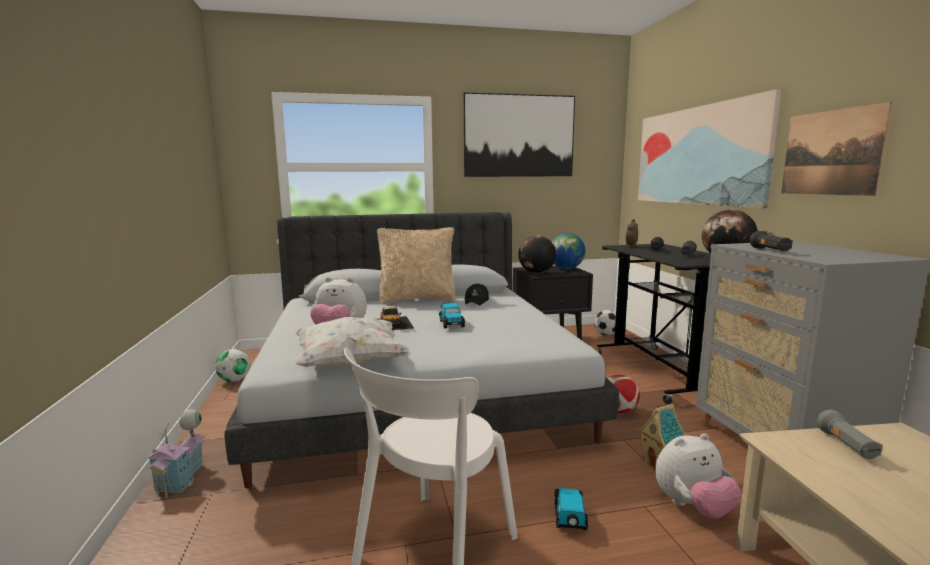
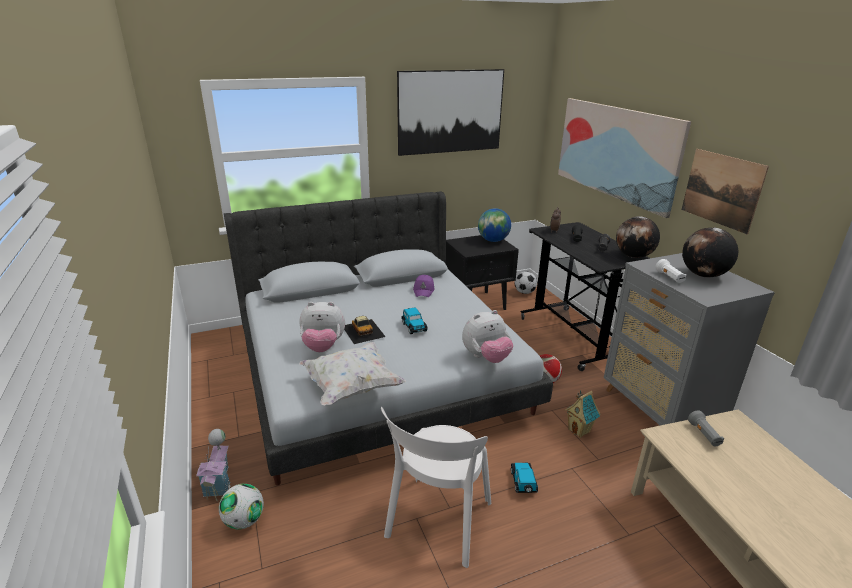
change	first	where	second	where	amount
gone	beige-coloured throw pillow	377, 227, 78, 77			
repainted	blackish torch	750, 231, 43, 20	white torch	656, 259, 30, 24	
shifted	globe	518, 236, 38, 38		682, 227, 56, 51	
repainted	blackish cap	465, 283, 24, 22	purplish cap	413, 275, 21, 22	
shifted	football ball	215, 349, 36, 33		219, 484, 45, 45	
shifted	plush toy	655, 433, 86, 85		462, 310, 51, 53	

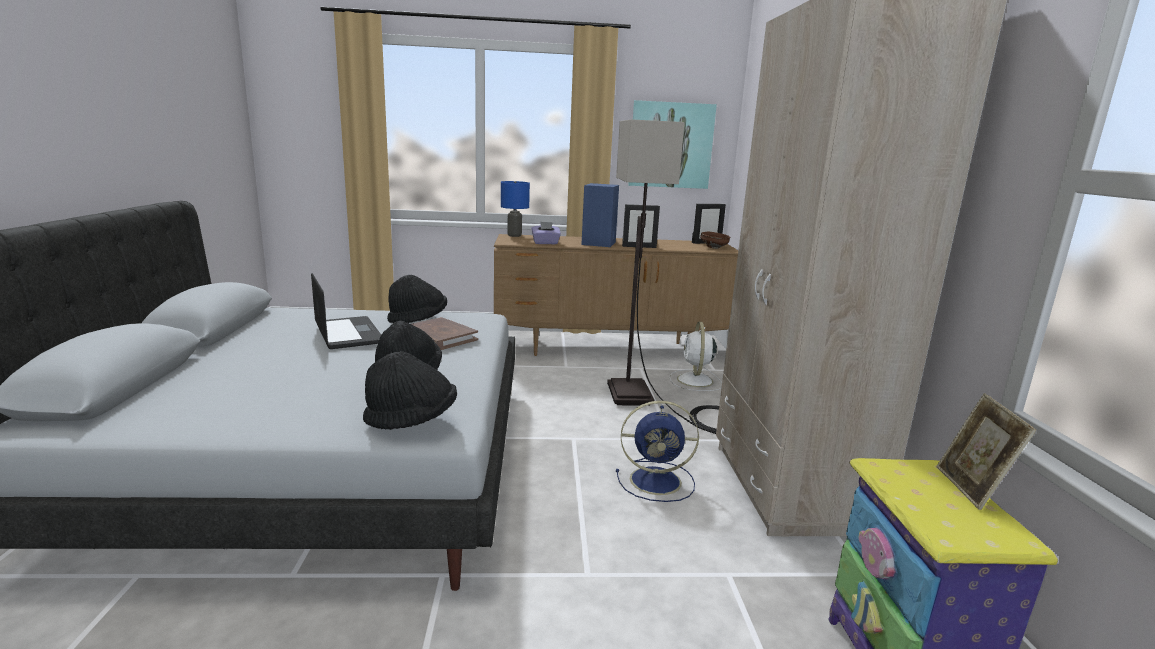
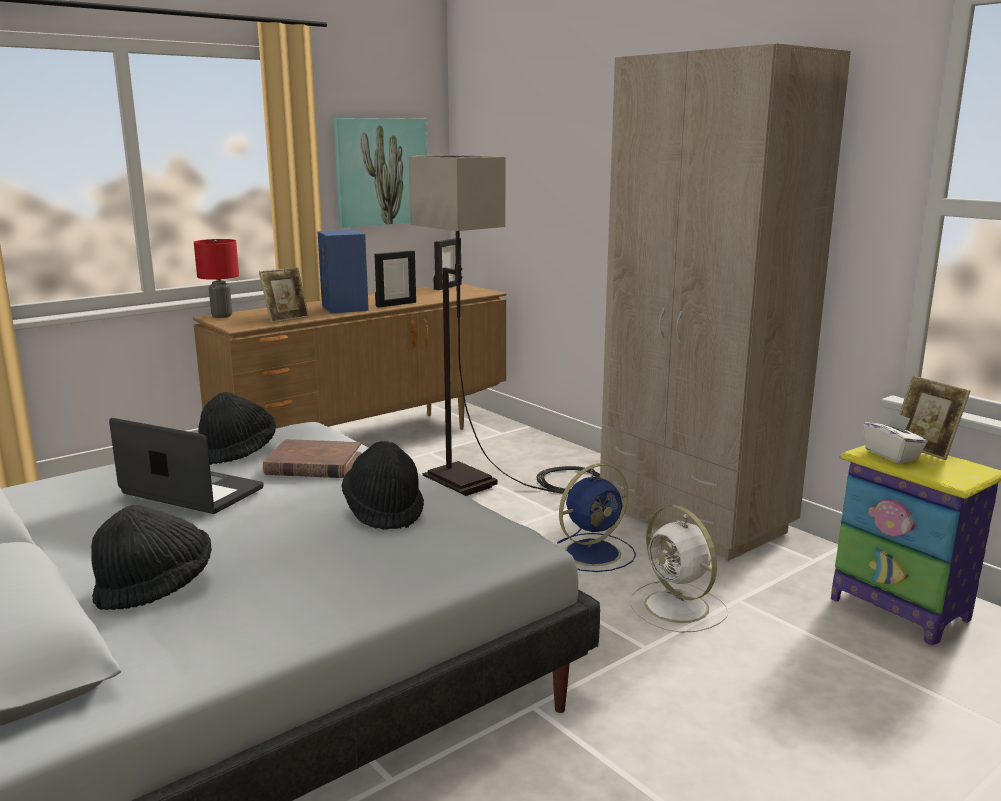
change	first	where	second	where	amount
repainted	blue table lamp	501, 181, 29, 56	reddish table lamp	194, 239, 45, 79	
swapped	purplish tissue box	531, 222, 30, 22	picture frame	259, 268, 50, 55	
gone	brown bowl	700, 232, 30, 17			
shifted	white electric fan	670, 322, 52, 69		630, 505, 99, 128	
shifted	blackish hat	363, 351, 94, 79		91, 505, 121, 105	
new			white tissue box	863, 412, 64, 51	

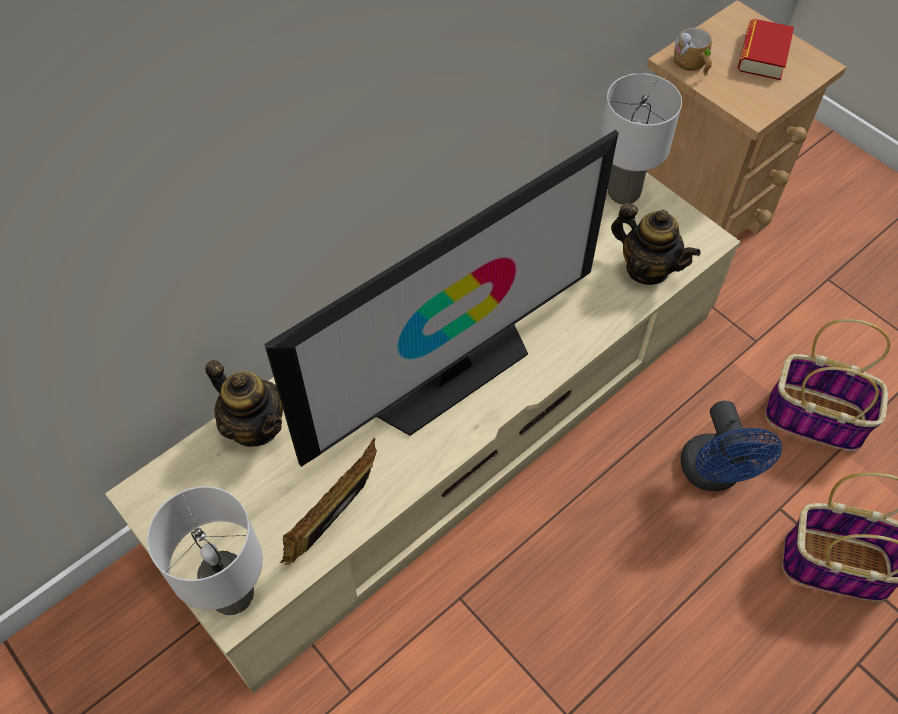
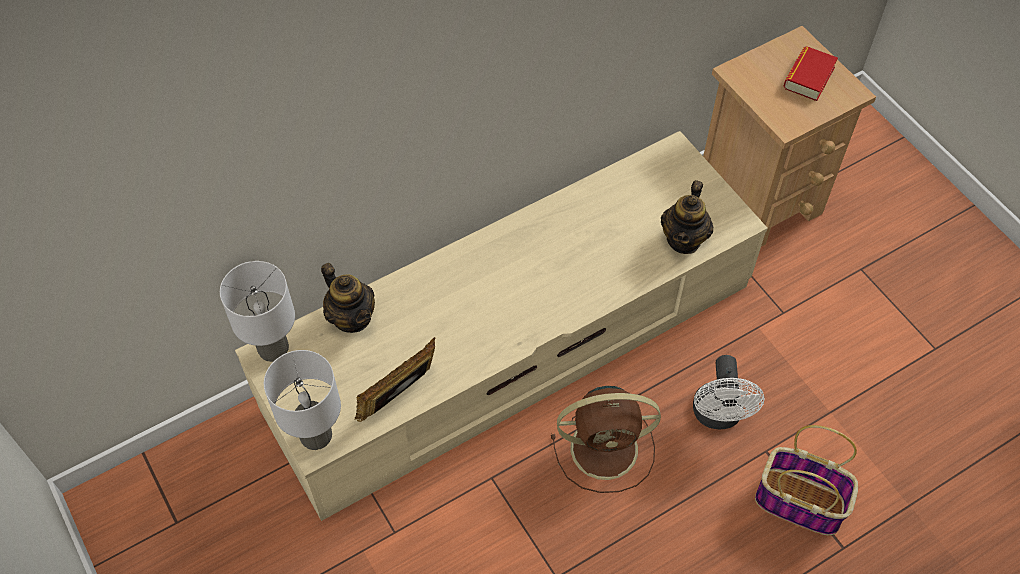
change	first	where	second	where	amount
gone	coffee mug	674, 28, 38, 48			
shifted	white table lamp	599, 73, 83, 132		220, 261, 75, 101	
gone	TV set	264, 130, 355, 337			
rotated	pot for tea	611, 203, 90, 82		661, 180, 52, 74	60 degrees clockwise
gone	household basket	765, 319, 125, 132			
repainted	blue electric fan	680, 401, 102, 90	white electric fan	693, 355, 71, 74	
new			brown electric fan	551, 386, 110, 107	

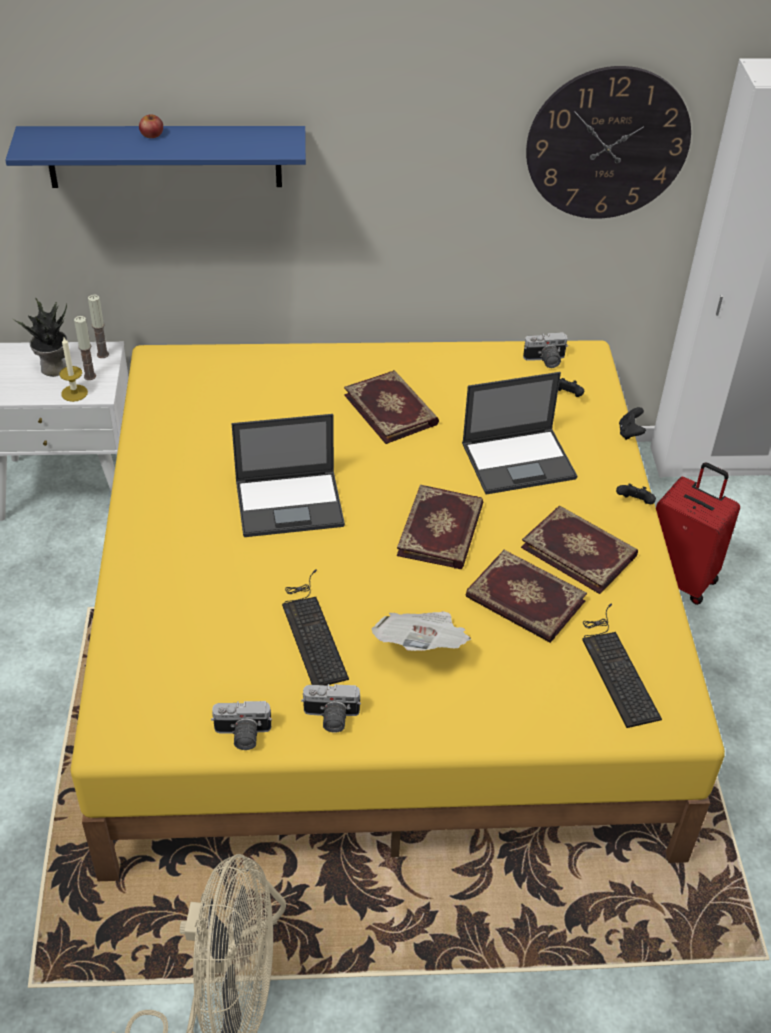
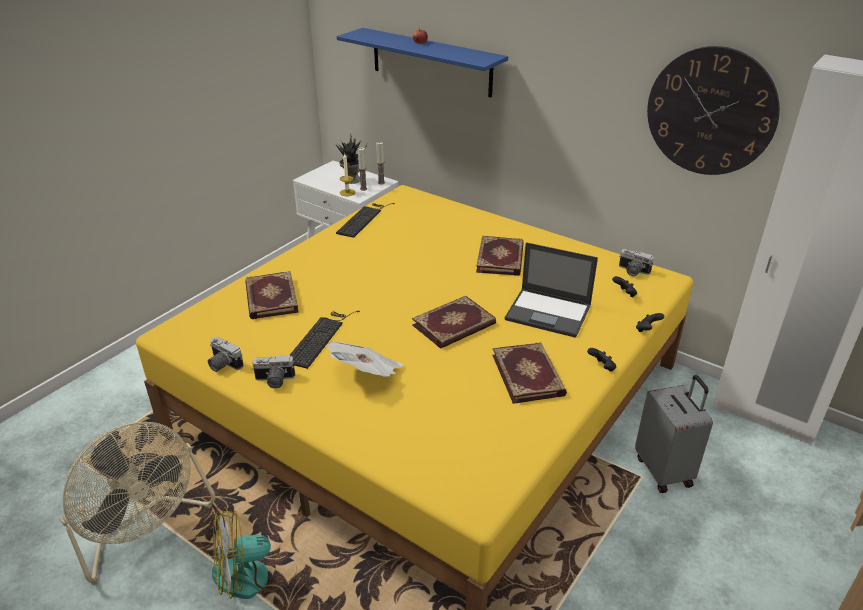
change	first	where	second	where	amount
gone	laptop	232, 414, 113, 123			
repainted	reddish suitcase	656, 462, 84, 143	grey suitcase	635, 375, 78, 118	
shifted	bound book	466, 550, 121, 93		245, 271, 54, 48	
shifted	keyboard	582, 603, 80, 125		336, 203, 59, 35	
rotated	still camera	301, 684, 60, 49		252, 355, 43, 34	45 degrees counterclockwise
new			electric fan	212, 507, 85, 92	

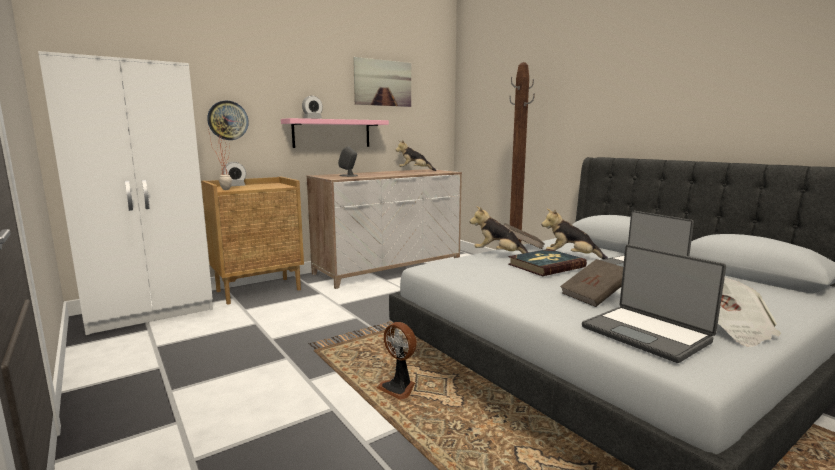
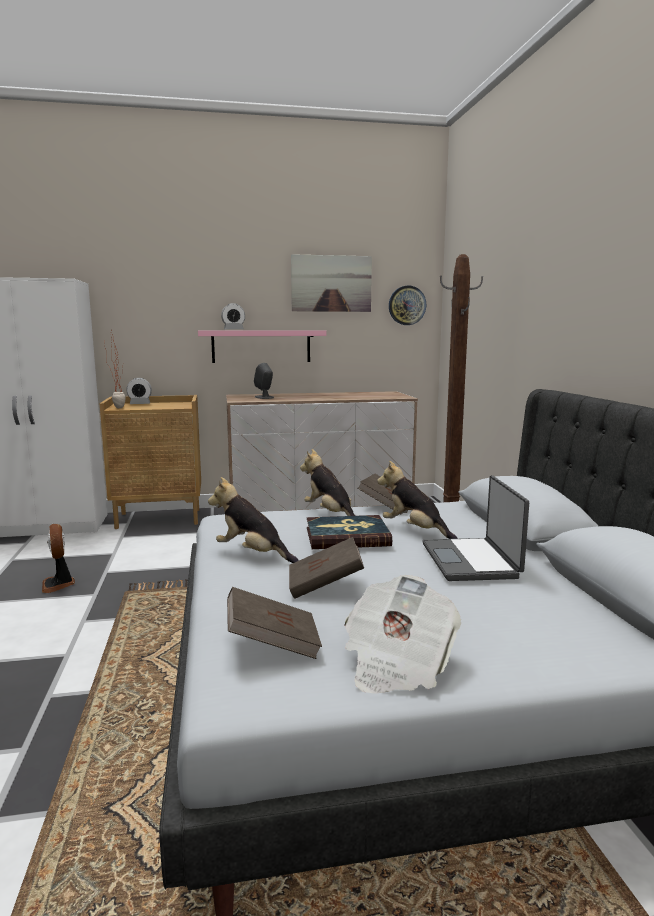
change	first	where	second	where	amount
shifted	hanging clock	207, 101, 42, 39		389, 286, 37, 39	
shifted	plush toy	396, 140, 40, 31		208, 477, 91, 86	
swapped	laptop	582, 245, 144, 118	brown bound book	227, 587, 95, 72	
shifted	electric fan	377, 322, 40, 78		42, 524, 33, 69	

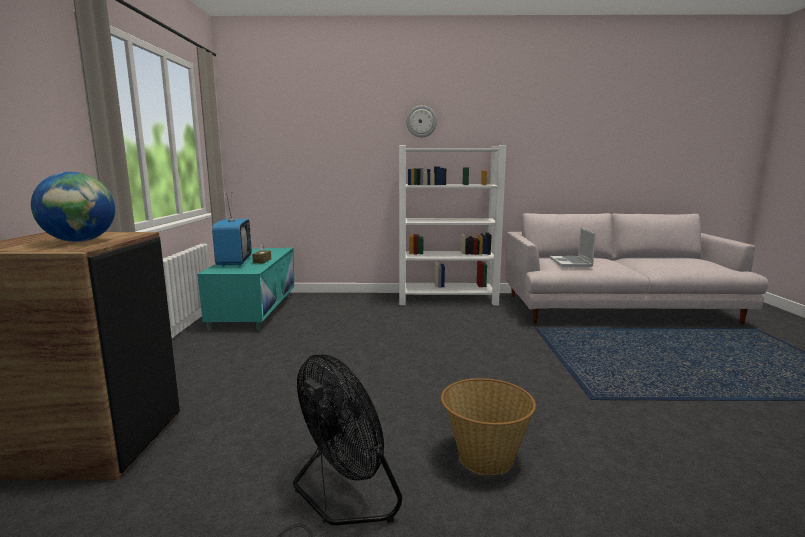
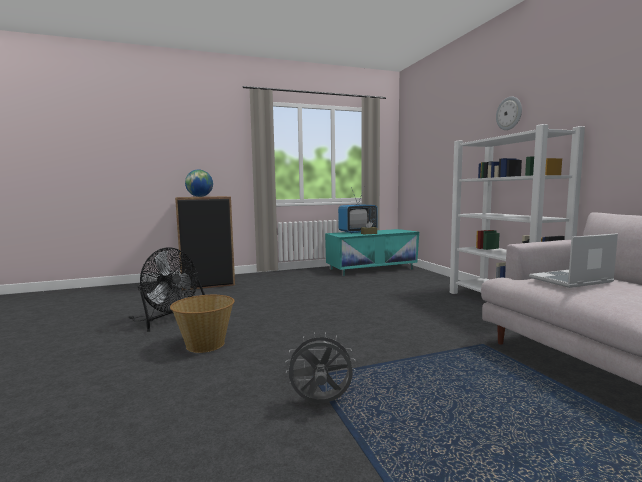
change	first	where	second	where	amount
new			grey electric fan	285, 332, 70, 71	

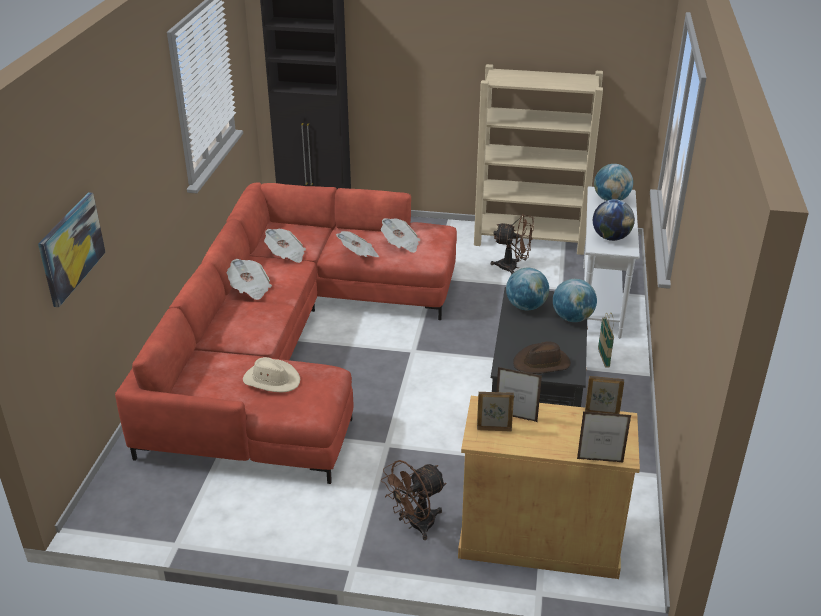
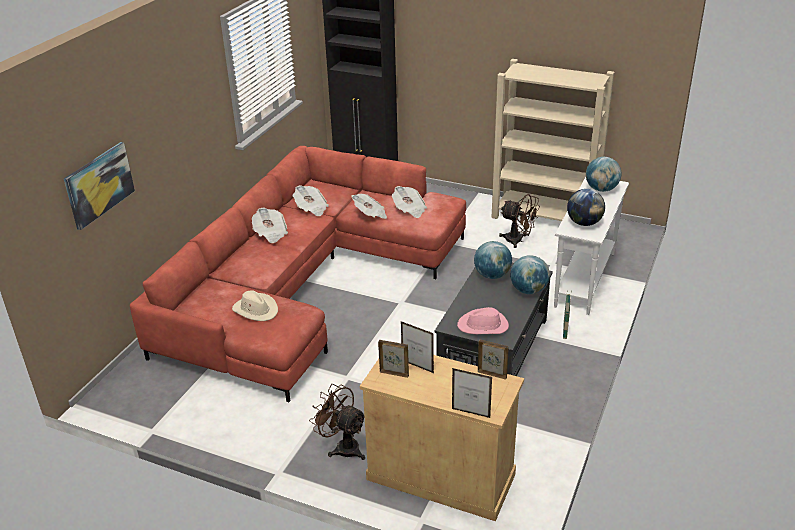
change	first	where	second	where	amount
repainted	brown hat	513, 341, 58, 33	pink-coloured hat	457, 307, 52, 27	
rotated	brown electric fan	381, 460, 66, 80		309, 384, 56, 76	60 degrees clockwise

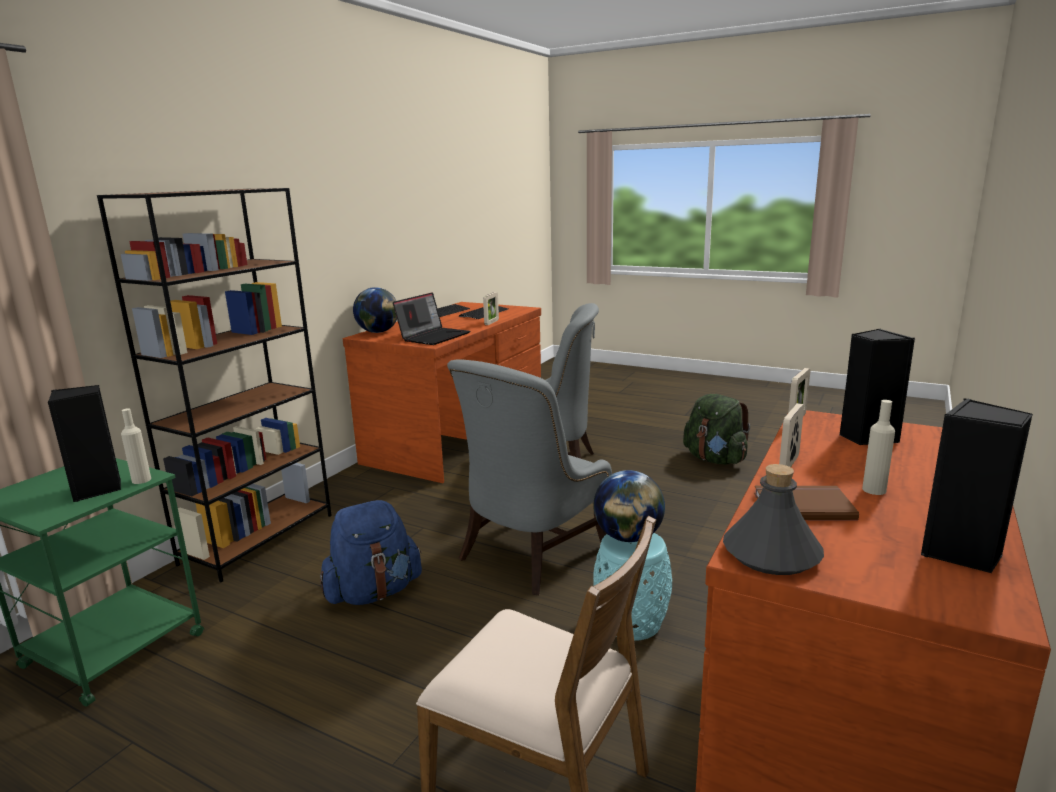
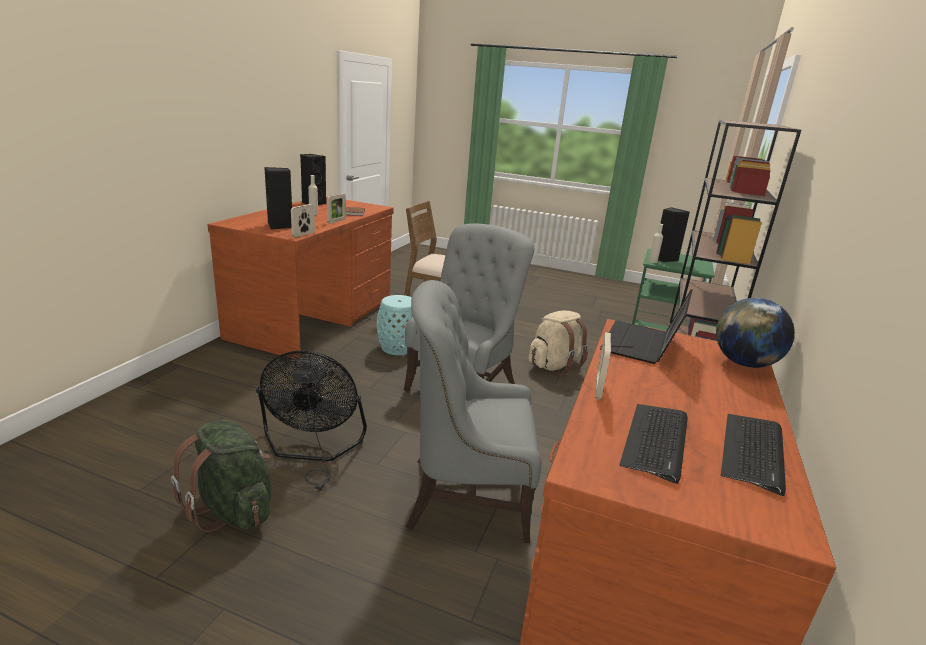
change	first	where	second	where	amount
gone	grey beverage bottle	723, 464, 101, 111			
gone	globe	593, 470, 72, 72			
repainted	blue rucksack	320, 500, 102, 105	beige-coloured rucksack	529, 311, 59, 64	
new			blackish electric fan	256, 350, 111, 141	

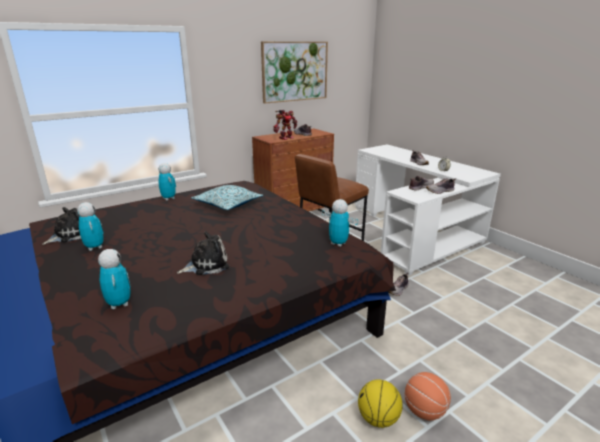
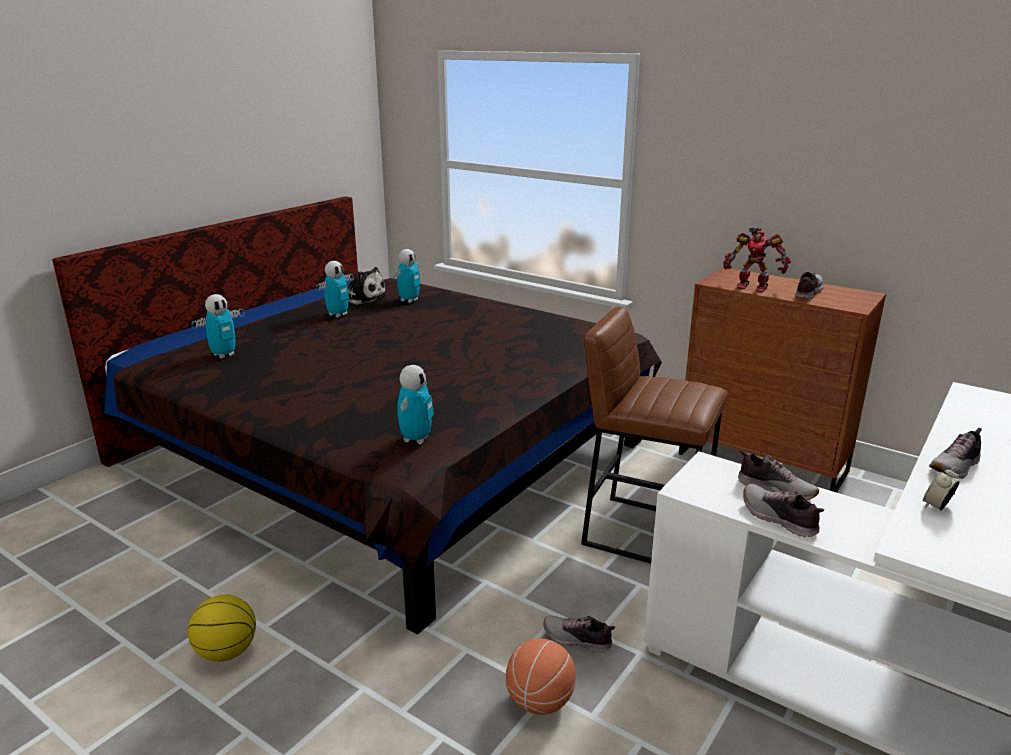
change	first	where	second	where	amount
gone	wall art	261, 42, 67, 62			
shifted	toy robot	158, 163, 18, 37		393, 249, 29, 54	
gone	throw pillow	191, 185, 72, 25			
gone	plush toy	177, 231, 52, 44			
shifted	basketball	405, 372, 46, 49		506, 638, 70, 77	

